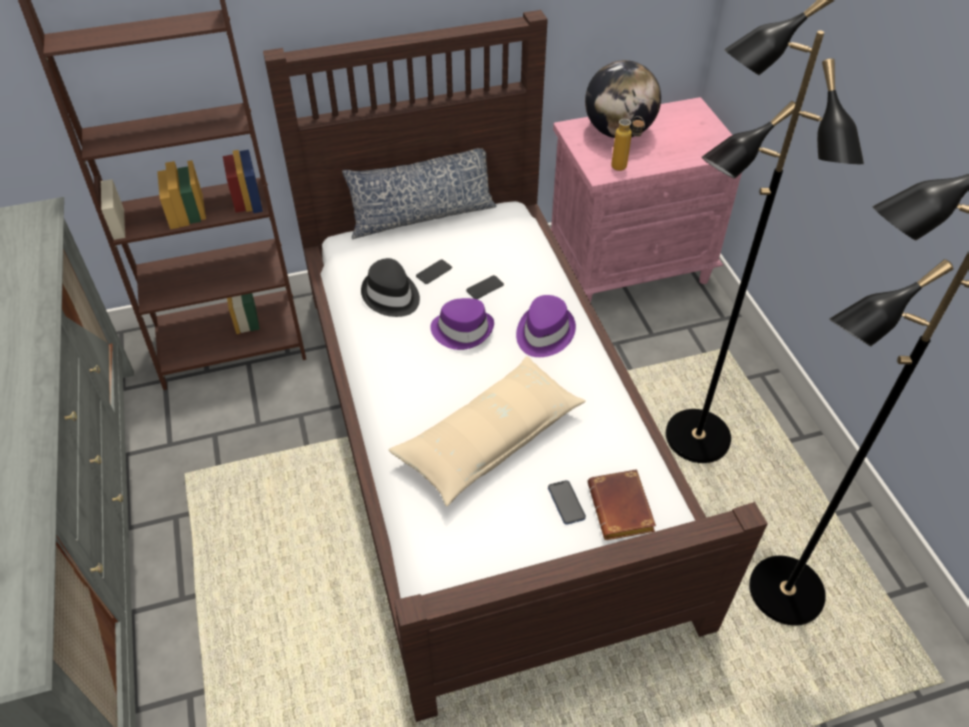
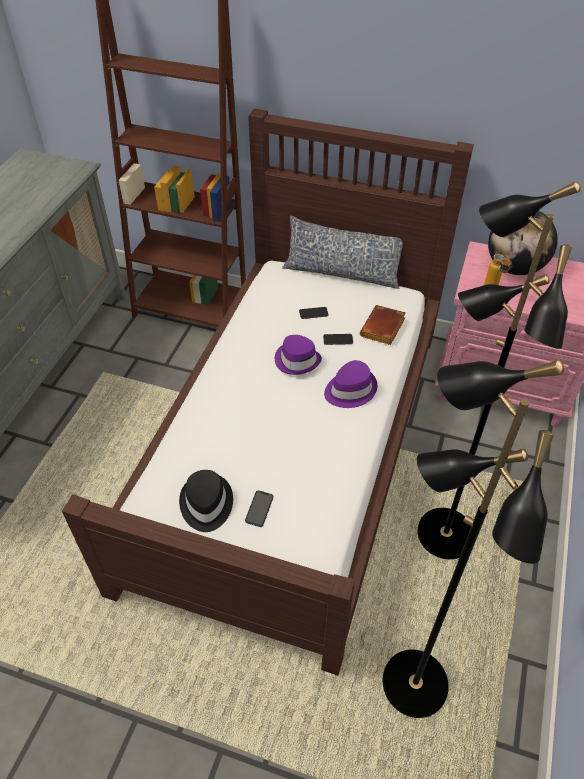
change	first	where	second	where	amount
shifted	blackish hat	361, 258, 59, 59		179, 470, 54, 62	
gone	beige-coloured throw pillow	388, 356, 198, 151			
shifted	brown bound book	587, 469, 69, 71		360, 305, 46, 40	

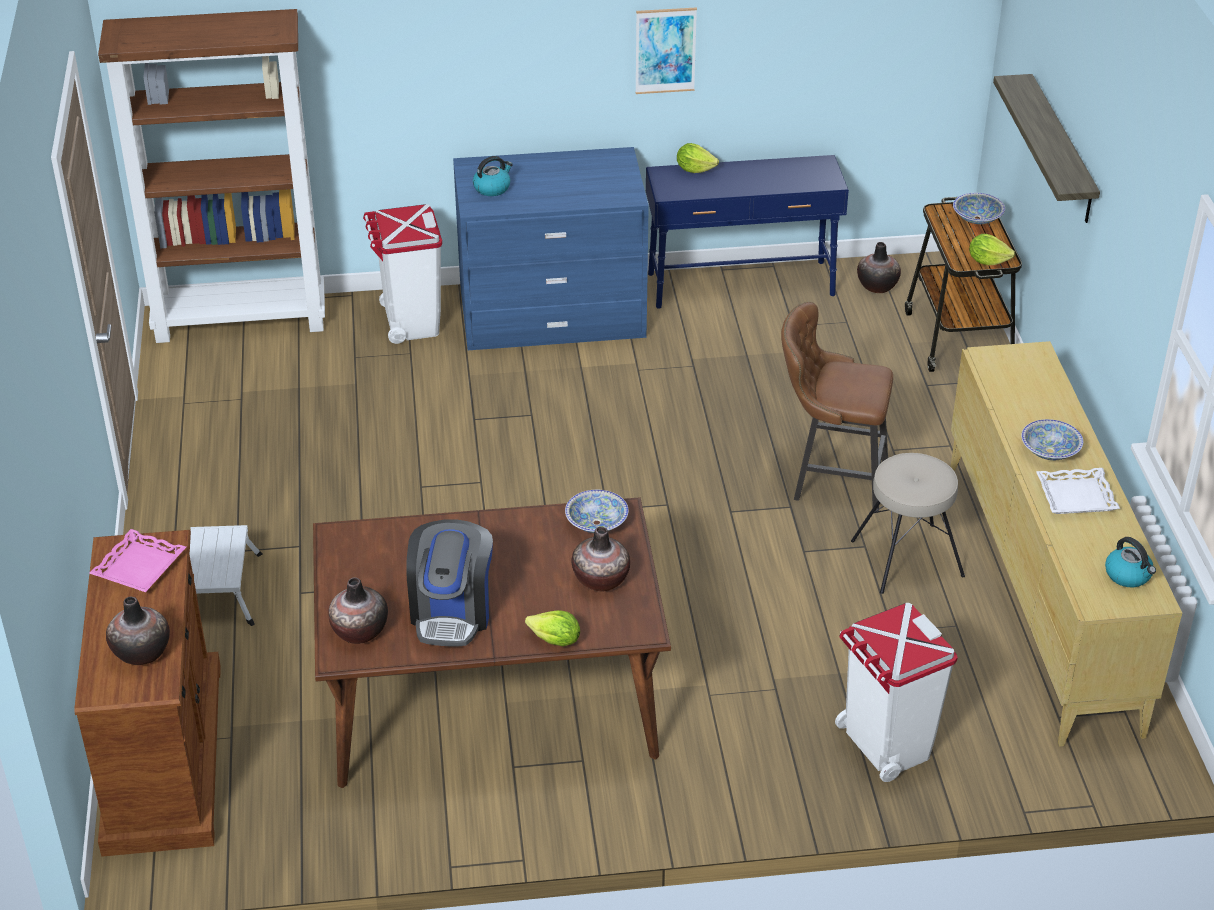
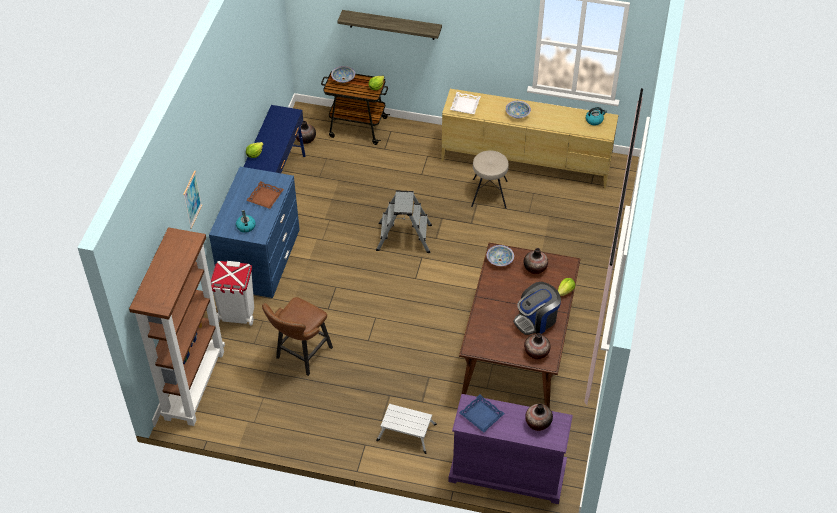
change	first	where	second	where	amount
shifted	wall art	635, 7, 62, 87		183, 171, 19, 58	
shifted	brown stool	781, 302, 112, 210		262, 297, 71, 79	
shifted	white tray	1036, 468, 84, 46		450, 92, 31, 22	
rotated	coffee machine	406, 519, 87, 127		513, 282, 48, 53	120 degrees clockwise
repainted	pink-coloured tray	89, 529, 97, 63	blue tray	459, 394, 46, 39	
repainted	brown dresser	74, 530, 147, 327	purplish dresser	448, 394, 125, 110	
gone	white waste bin	835, 603, 123, 179			
new			brown tray	246, 181, 38, 28	
new			grey step stool	376, 190, 56, 63	

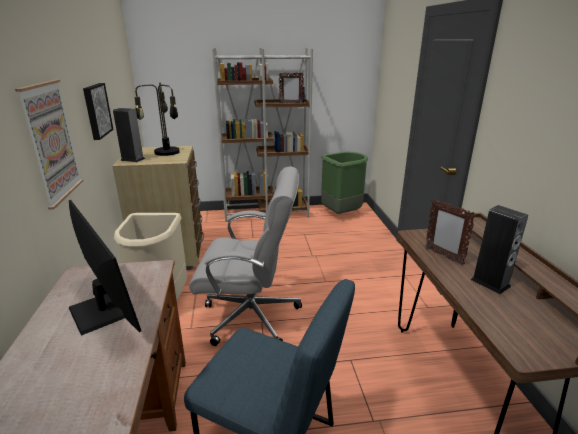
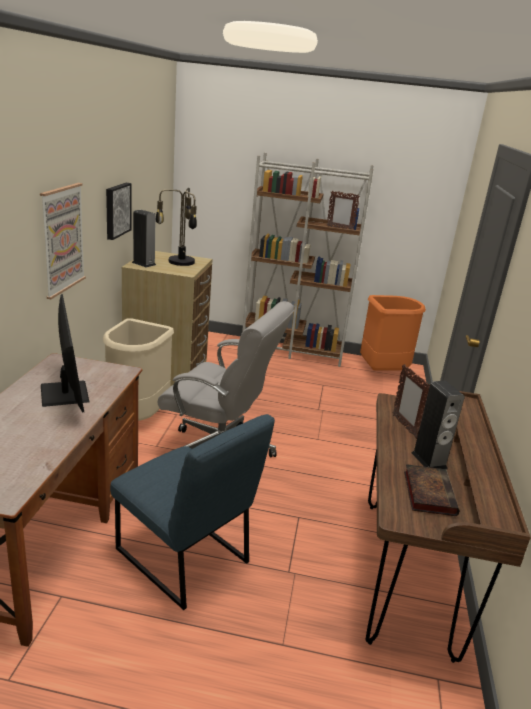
change	first	where	second	where	amount
repainted	green-coloured waste bin	321, 152, 47, 62	orangey waste bin	360, 295, 66, 76	
new			bound book	404, 464, 55, 52	

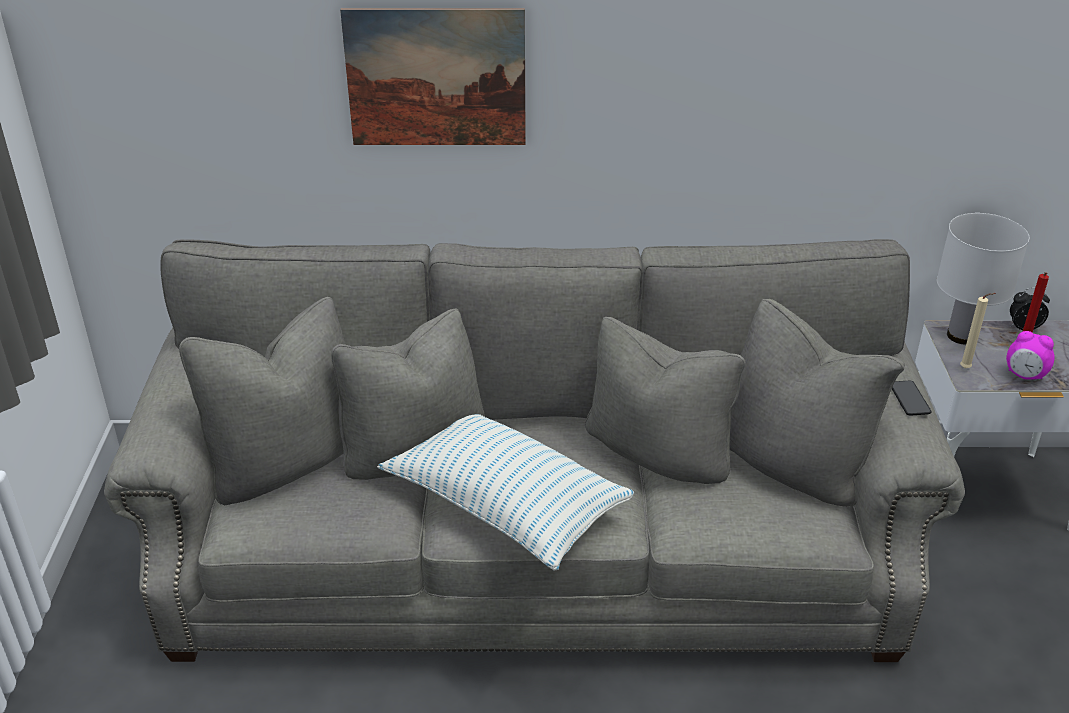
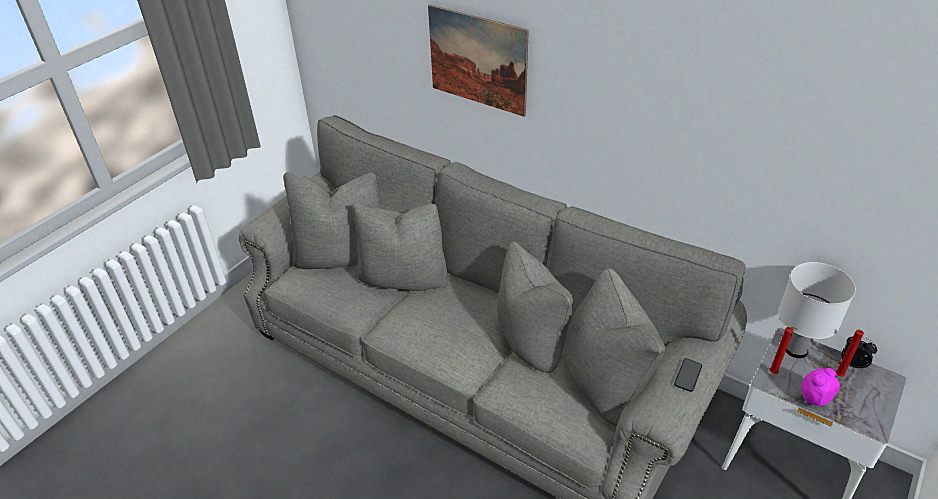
change	first	where	second	where	amount
repainted	beige-coloured wax candle	960, 293, 36, 75	reddish wax candle	769, 327, 29, 47	
rotated	alarm clock	1006, 331, 49, 49		801, 368, 39, 38	90 degrees clockwise
gone	throw pillow	377, 414, 257, 157			

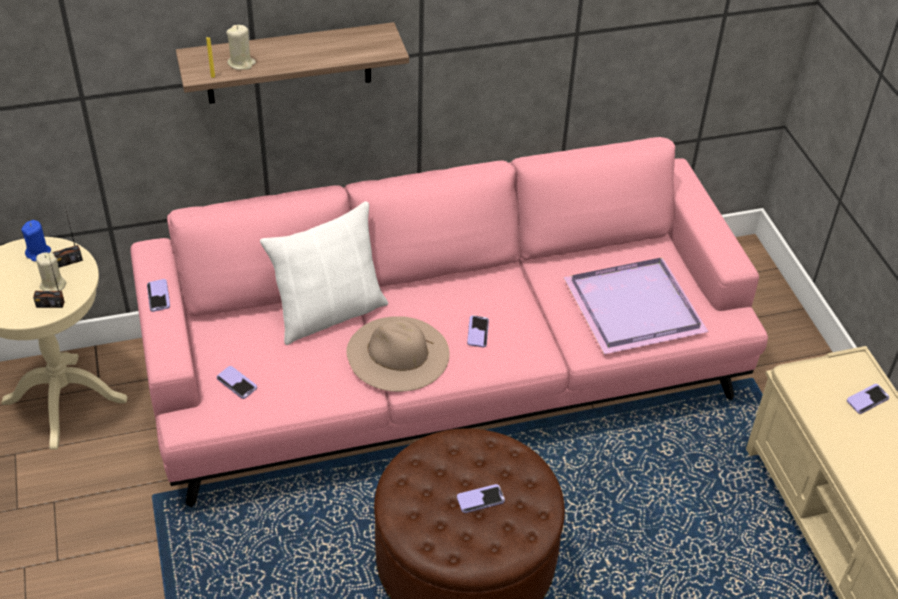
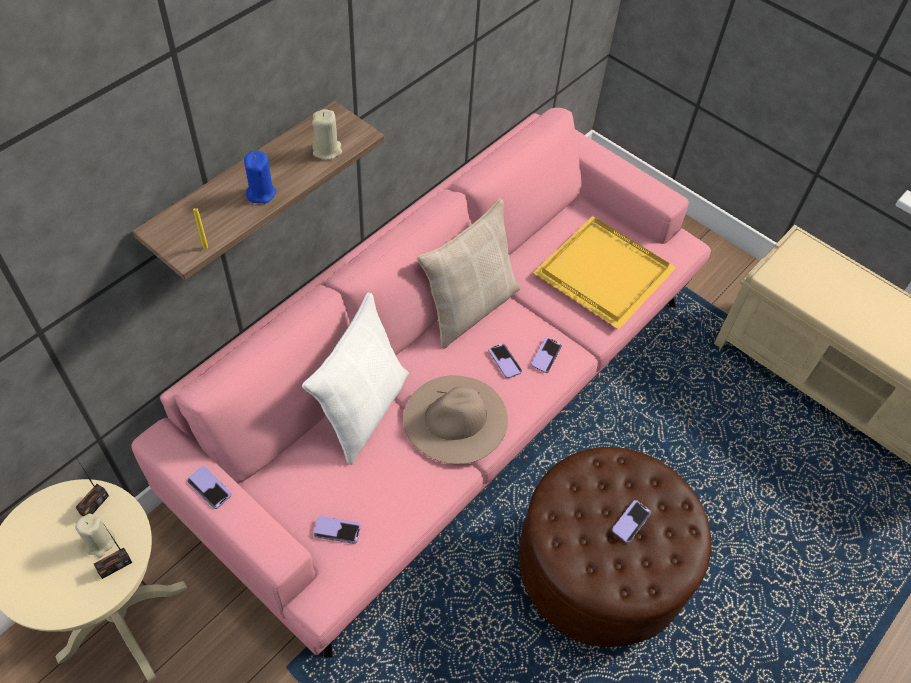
change	first	where	second	where	amount
shifted	beige-coloured wax candle	226, 25, 30, 45		312, 109, 30, 51	
shifted	blue wax candle	21, 220, 30, 41		244, 151, 32, 53	
repainted	purplish tray	563, 258, 146, 96	yellowish tray	533, 216, 143, 113	
shifted	handset	847, 384, 42, 30		531, 337, 31, 36	
new			beige-coloured throw pillow	417, 198, 103, 151	

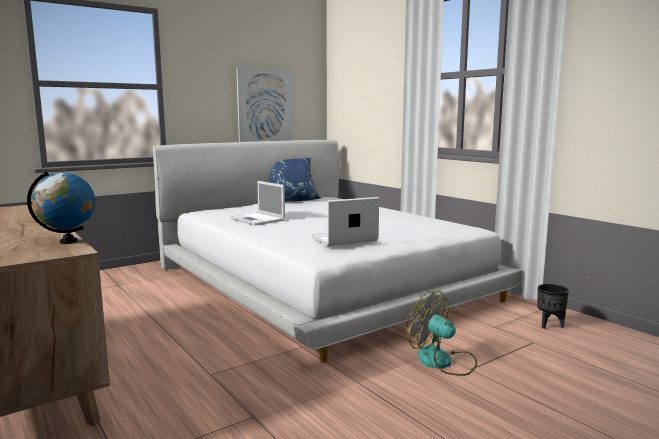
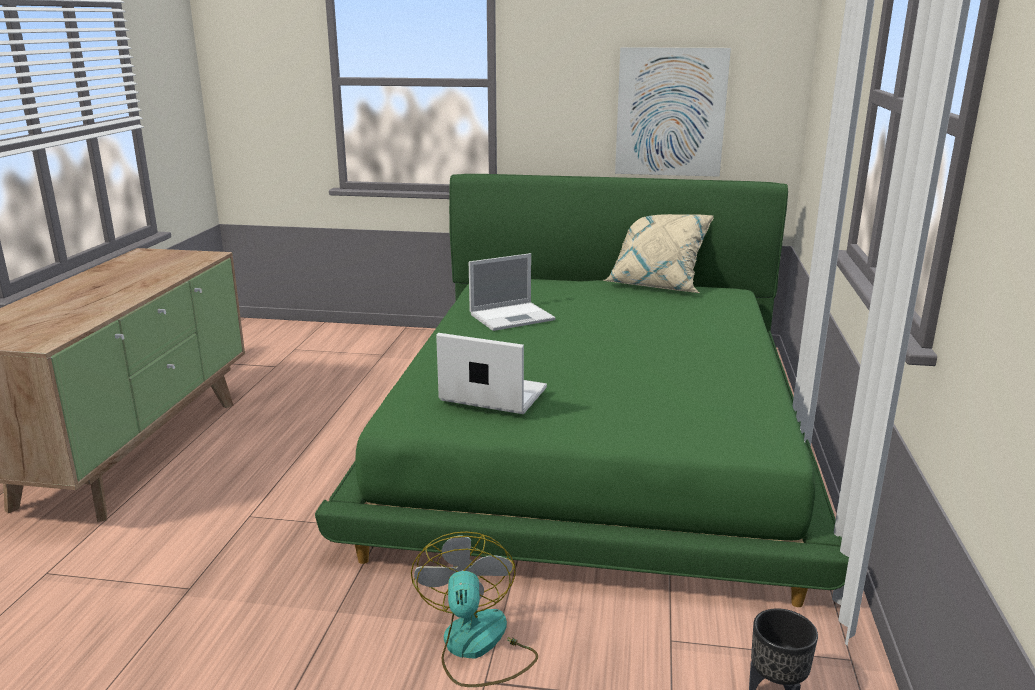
change	first	where	second	where	amount
repainted	white sleeping bed	153, 140, 371, 222	green-coloured sleeping bed	315, 174, 534, 433	
repainted	blue throw pillow	269, 158, 52, 44	beige-coloured throw pillow	603, 214, 111, 79	
gone	globe	27, 171, 68, 73			
rotated	laptop	230, 181, 55, 45		469, 253, 87, 78	120 degrees counterclockwise

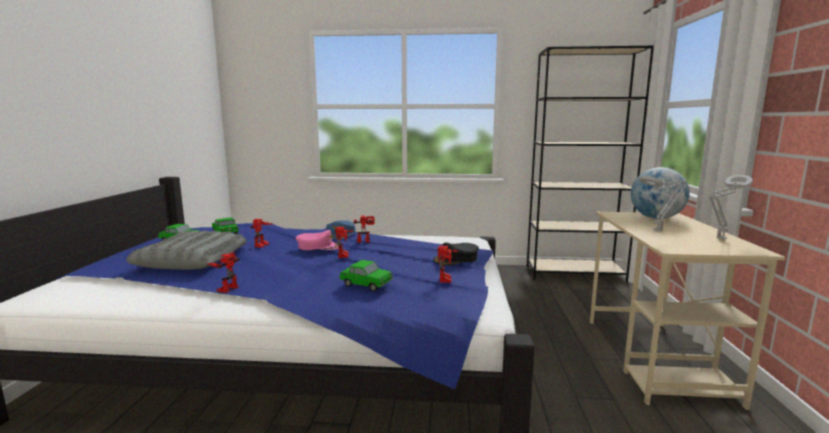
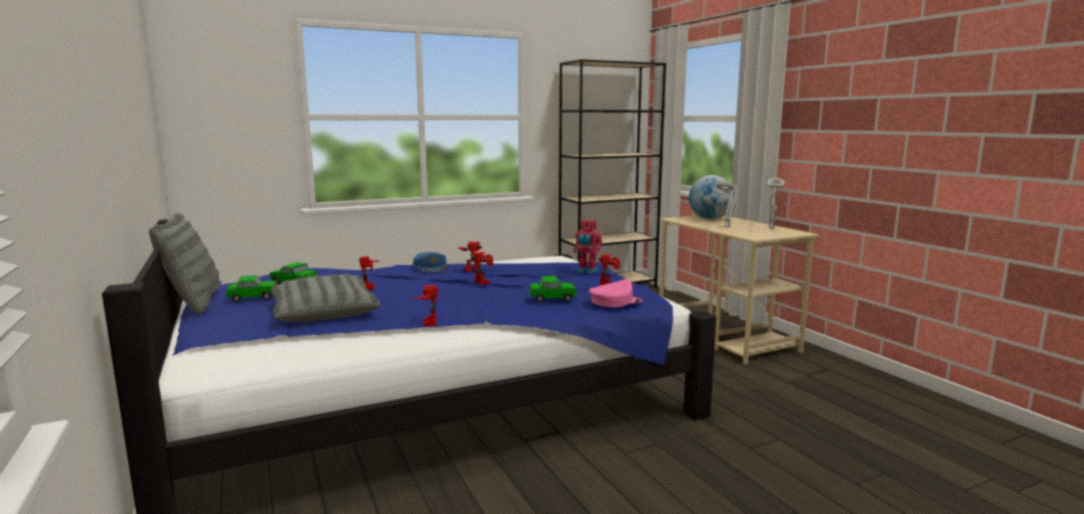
change	first	where	second	where	amount
shifted	pink-coloured cap	296, 230, 43, 20		589, 279, 54, 28	
swapped	blackish cap	433, 242, 46, 23	toy robot	574, 218, 28, 55	
new			grey throw pillow	149, 213, 73, 102	

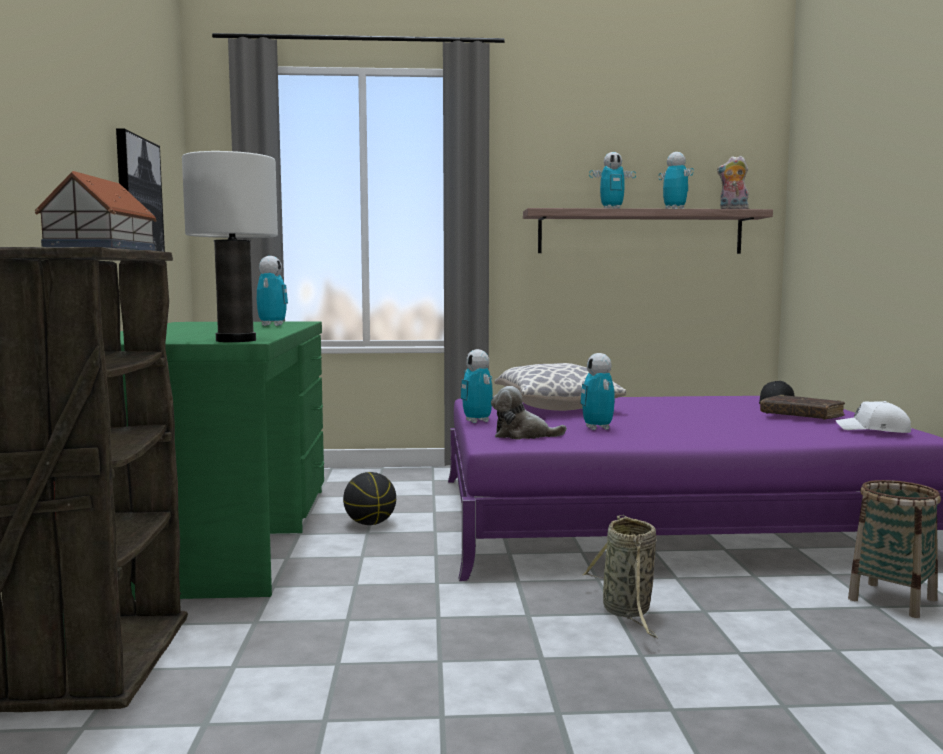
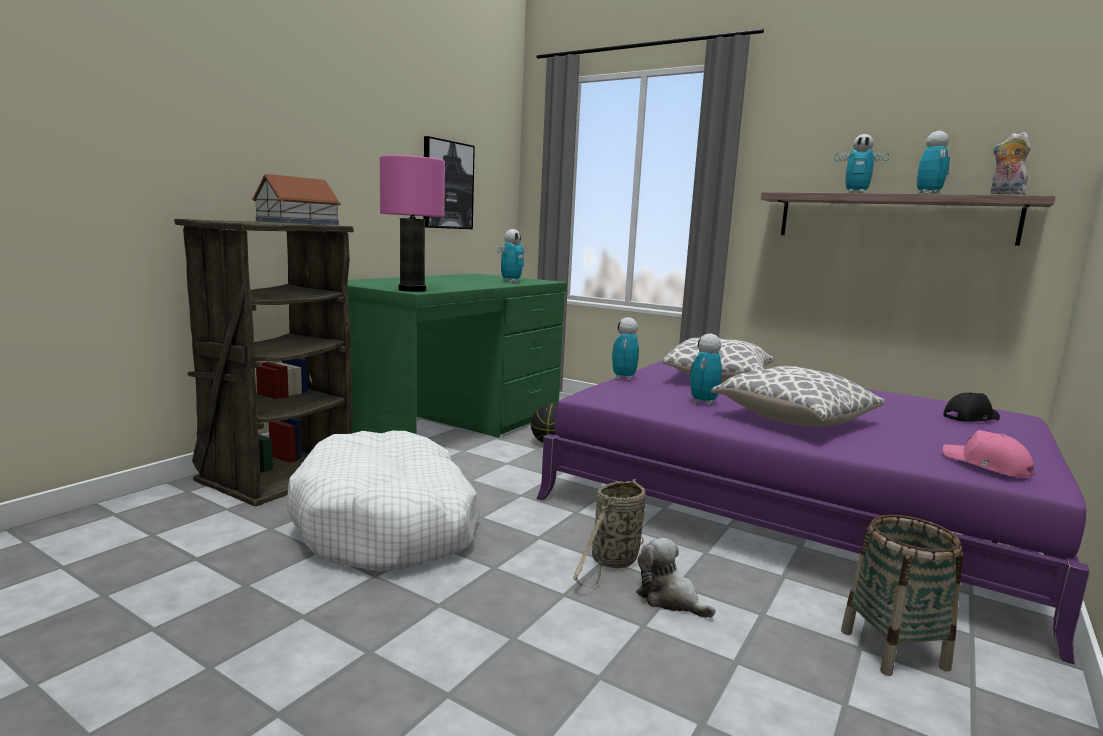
change	first	where	second	where	amount
repainted	white table lamp	182, 151, 96, 191	pink-coloured table lamp	380, 155, 65, 137	
shifted	plush toy	491, 386, 76, 53		636, 538, 80, 80	
gone	brown bound book	760, 395, 85, 25			
repainted	white cap	836, 401, 75, 32	pink-coloured cap	943, 430, 92, 48	
new			throw pillow	711, 366, 173, 61	
new			white dog bed	287, 431, 193, 141	

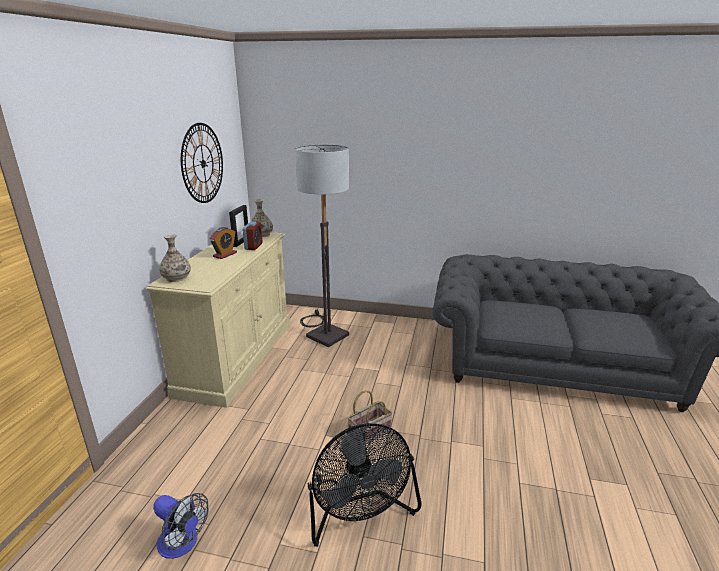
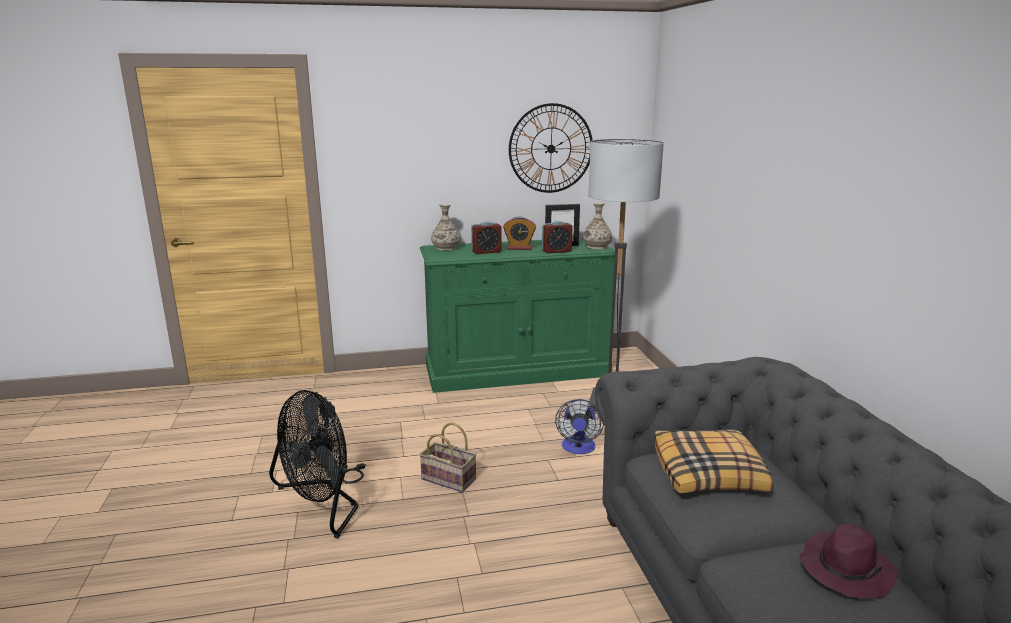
change	first	where	second	where	amount
repainted	beige-coloured storage cabinet	146, 232, 144, 176	green-coloured storage cabinet	420, 238, 195, 155	
shifted	electric fan	153, 493, 55, 66		555, 399, 49, 55	
new			alarm clock	471, 221, 31, 33	
new			throw pillow	654, 429, 120, 64	
new			purplish hat	800, 524, 98, 75	

